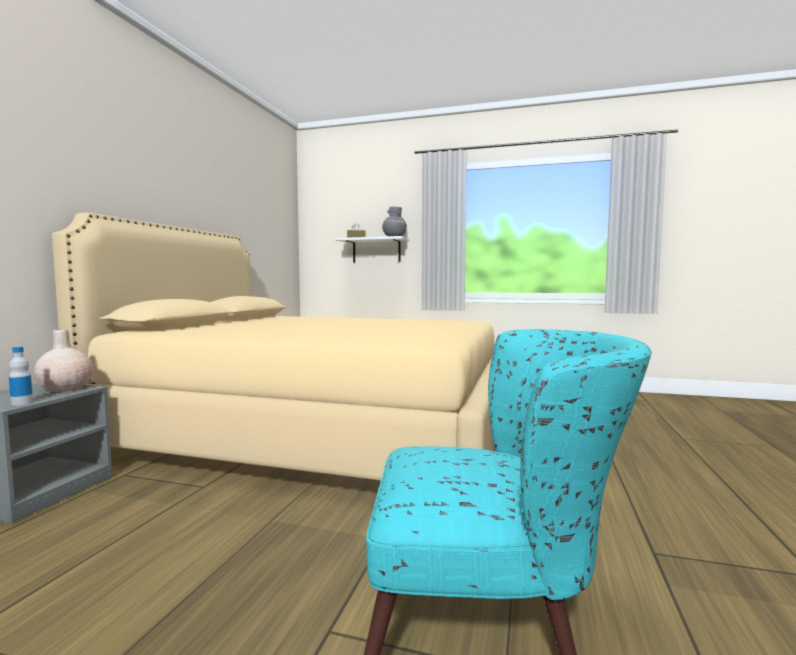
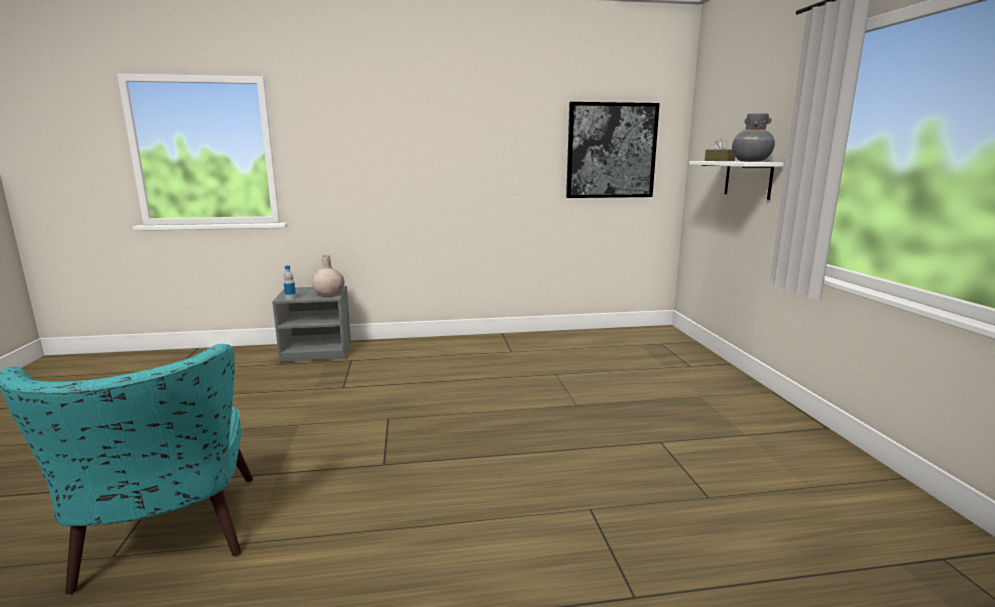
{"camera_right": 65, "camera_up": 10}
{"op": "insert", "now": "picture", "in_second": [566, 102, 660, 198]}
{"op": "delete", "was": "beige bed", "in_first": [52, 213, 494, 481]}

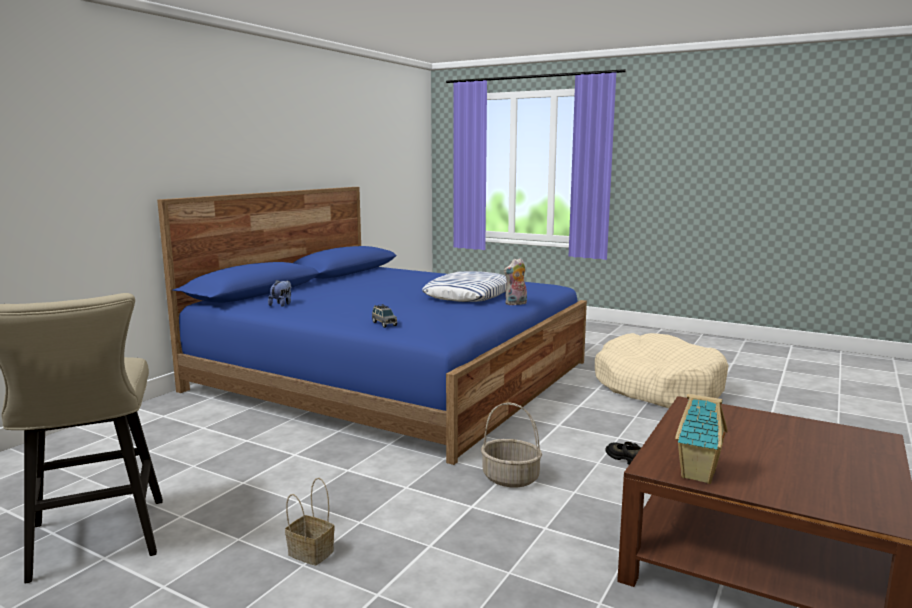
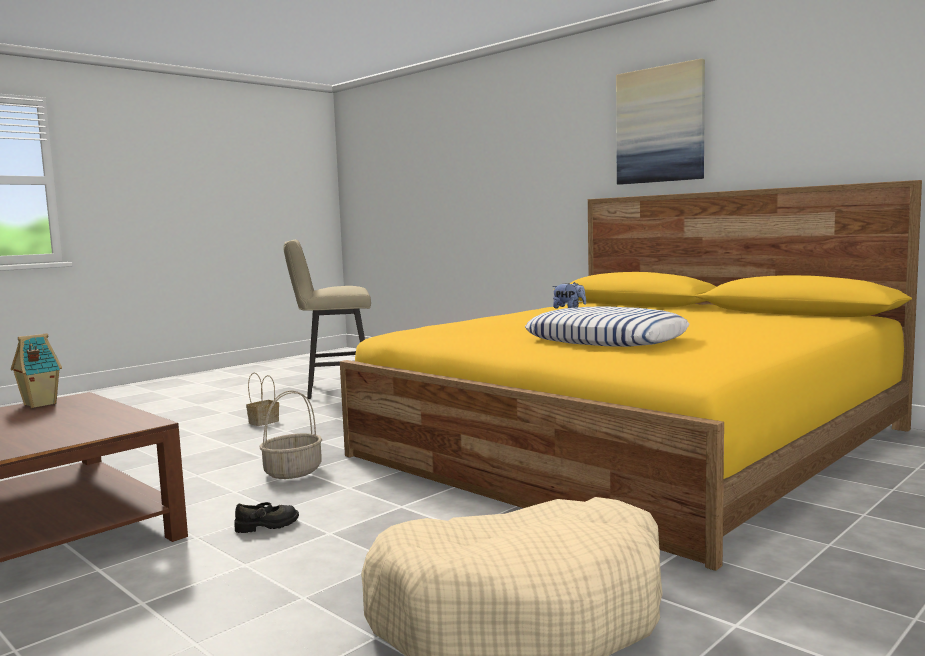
{"camera_right": 105, "camera_up": -5}
{"op": "recolor", "was": "blue bed", "now": "yellow bed", "in_first": [157, 187, 587, 465], "in_second": [340, 180, 922, 571]}
{"op": "insert", "now": "picture", "in_second": [616, 58, 705, 185]}
{"op": "delete", "was": "grey toy car", "in_first": [372, 304, 397, 328]}
{"op": "delete", "was": "plush toy", "in_first": [504, 258, 527, 305]}

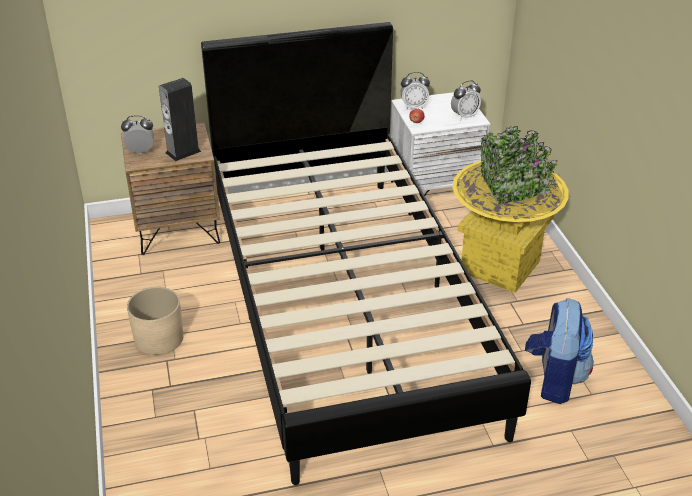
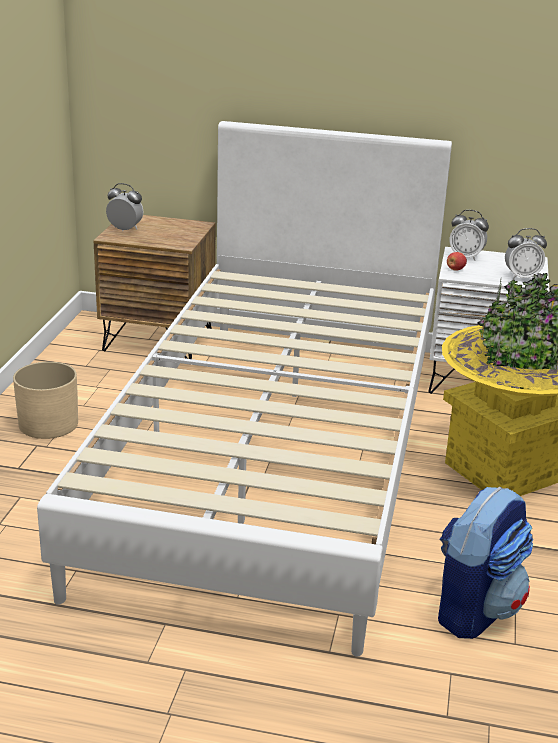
{"camera_right": 25, "camera_up": -10}
{"op": "recolor", "was": "black bed", "now": "white bed", "in_first": [201, 22, 531, 485], "in_second": [37, 121, 452, 657]}
{"op": "delete", "was": "speaker", "in_first": [159, 78, 201, 161]}

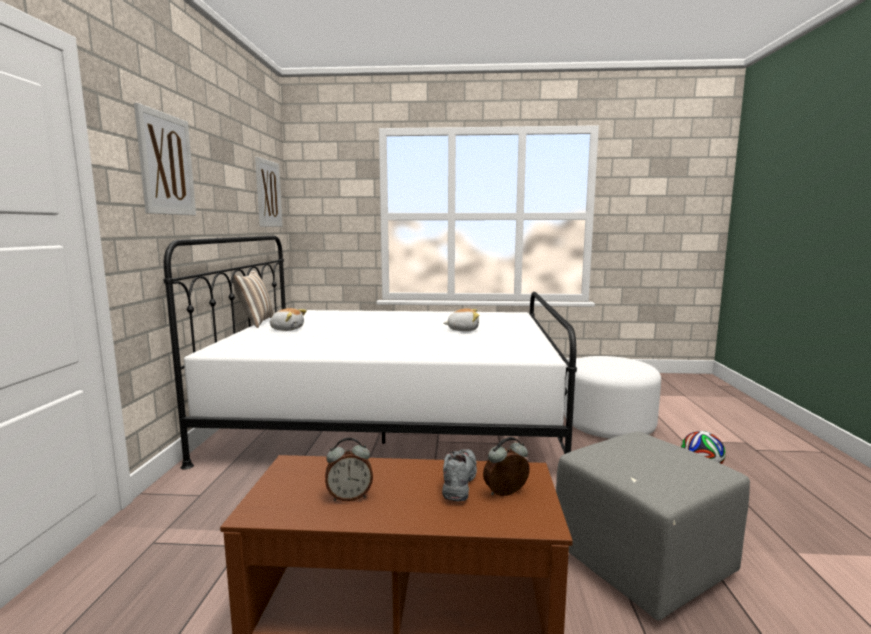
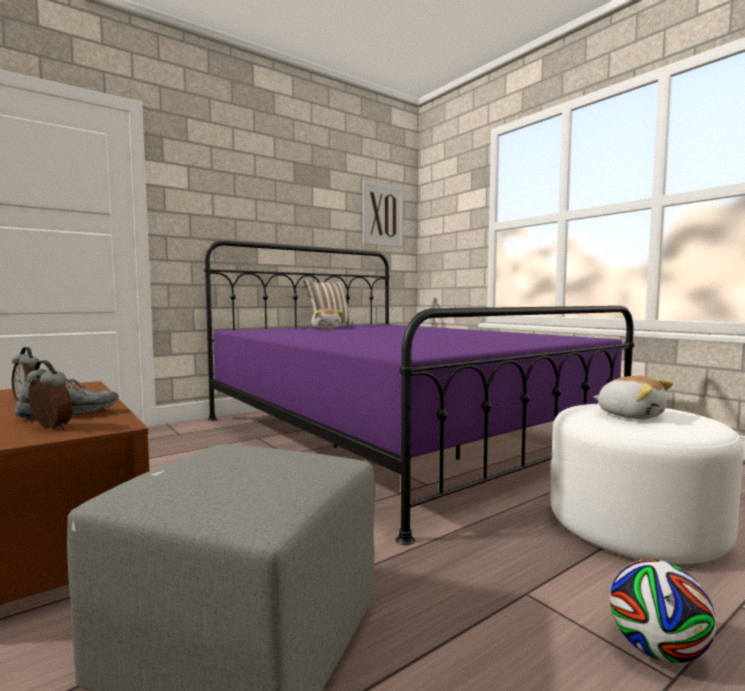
{"camera_right": 50, "camera_up": -5}
{"op": "recolor", "was": "white bed", "now": "purple bed", "in_first": [163, 236, 577, 469], "in_second": [204, 241, 634, 545]}
{"op": "move", "was": "plush toy", "in_first": [443, 308, 479, 331], "in_second": [593, 376, 673, 419]}
{"op": "delete", "was": "picture", "in_first": [134, 103, 196, 215]}

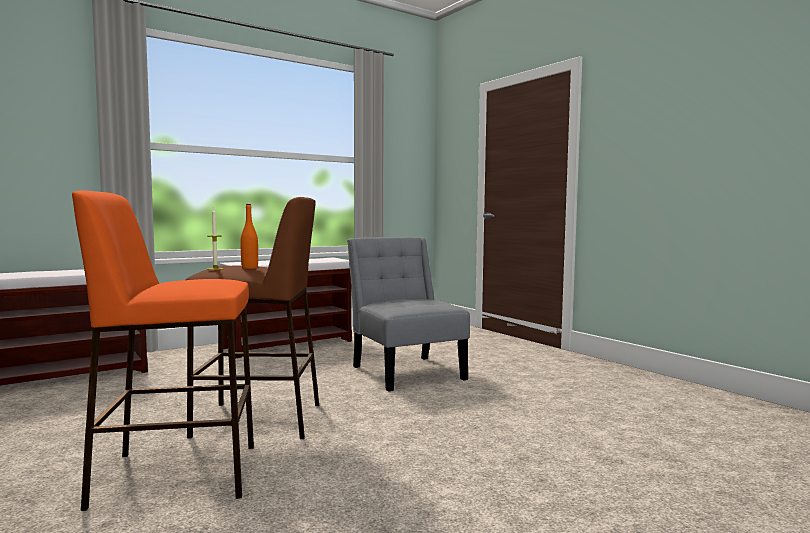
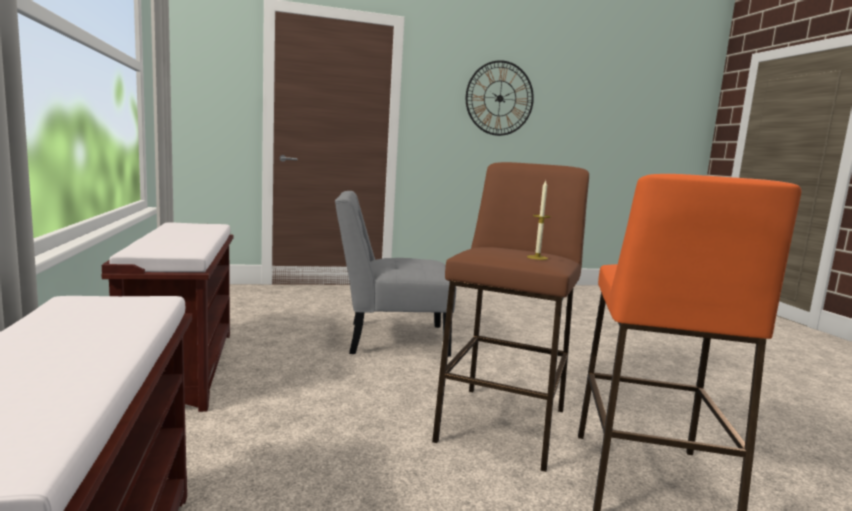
{"camera_right": -70, "camera_up": 5}
{"op": "insert", "now": "wall clock", "in_second": [466, 60, 534, 136]}
{"op": "delete", "was": "orange bottle", "in_first": [241, 204, 258, 269]}

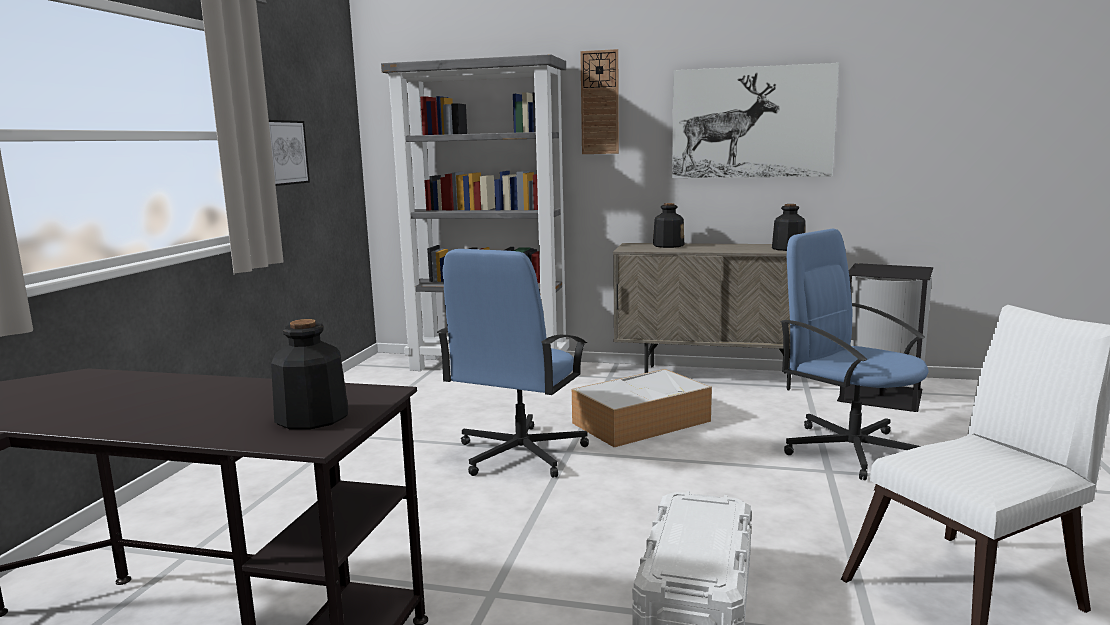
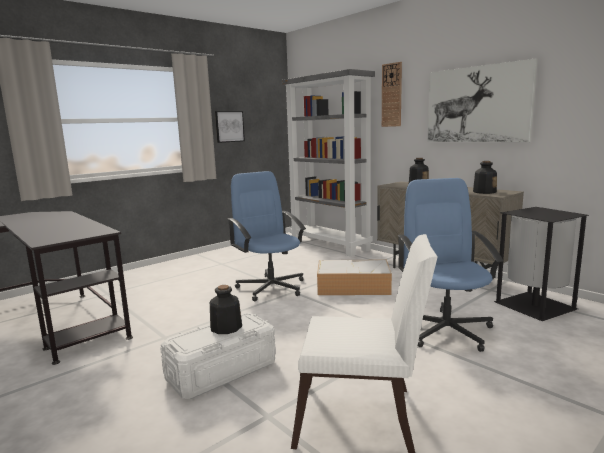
{"camera_right": 35, "camera_up": 0}
{"op": "move", "was": "bottle", "in_first": [271, 319, 348, 429], "in_second": [210, 285, 242, 334]}
{"op": "rotate", "was": "blue office chair", "in_first": [437, 249, 589, 478], "in_second": [228, 171, 306, 301], "clockwise": 90}

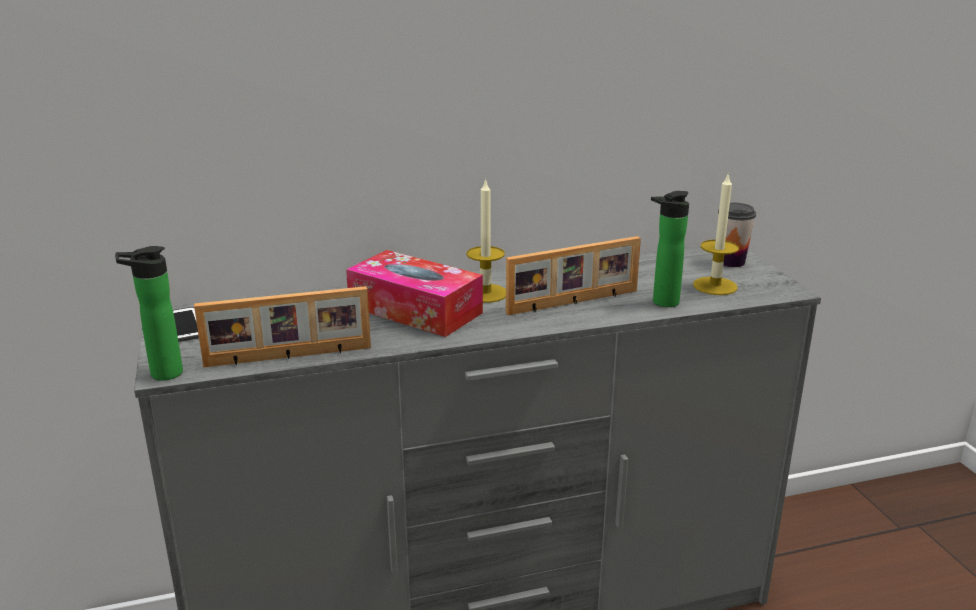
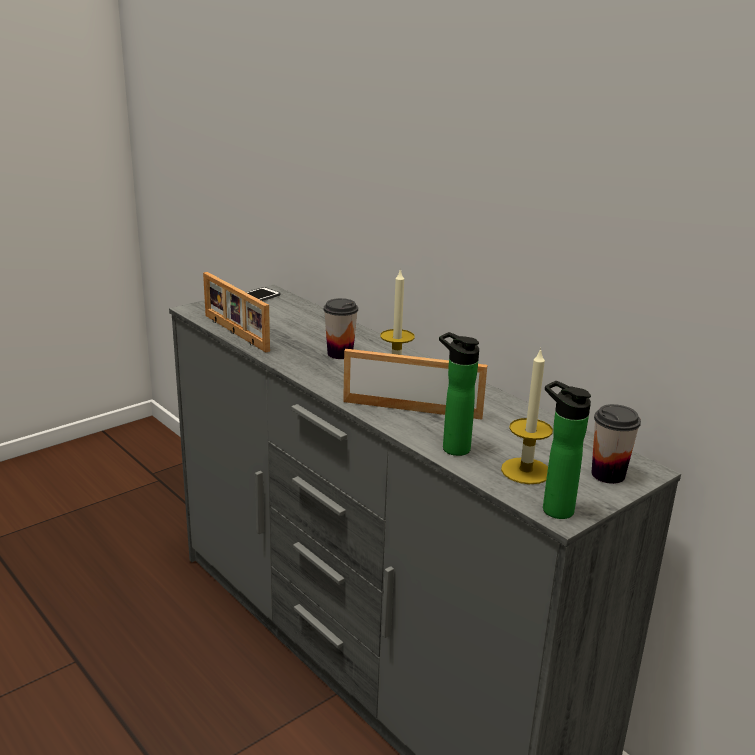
{"camera_right": 65, "camera_up": 0}
{"op": "replace", "was": "tissue box", "now": "cup", "in_first": [346, 250, 483, 337], "in_second": [323, 298, 358, 359]}
{"op": "rotate", "was": "picture frame", "in_first": [506, 236, 641, 315], "in_second": [343, 349, 487, 420], "clockwise": 150}
{"op": "move", "was": "bottle", "in_first": [115, 246, 183, 381], "in_second": [543, 381, 591, 519]}

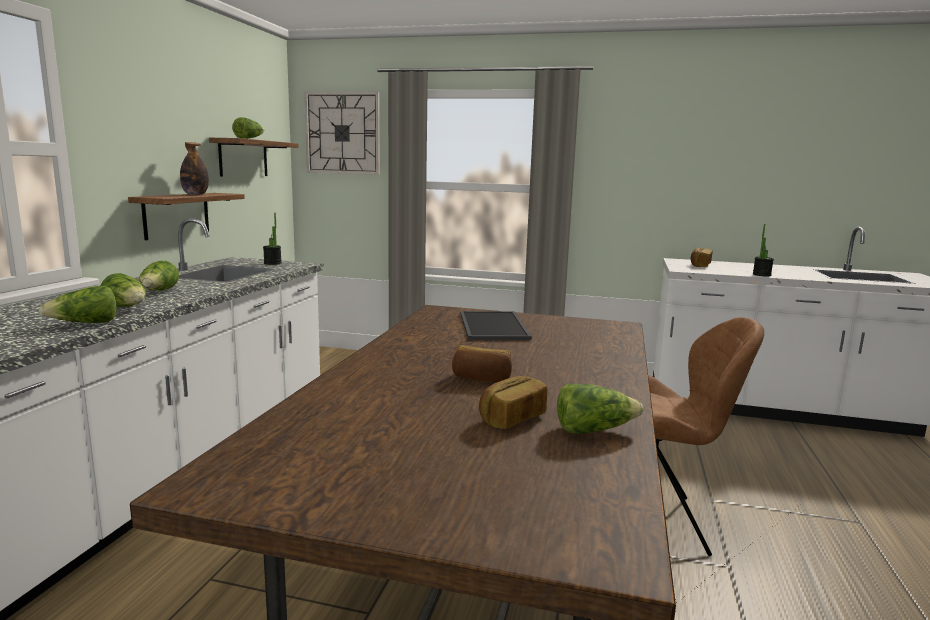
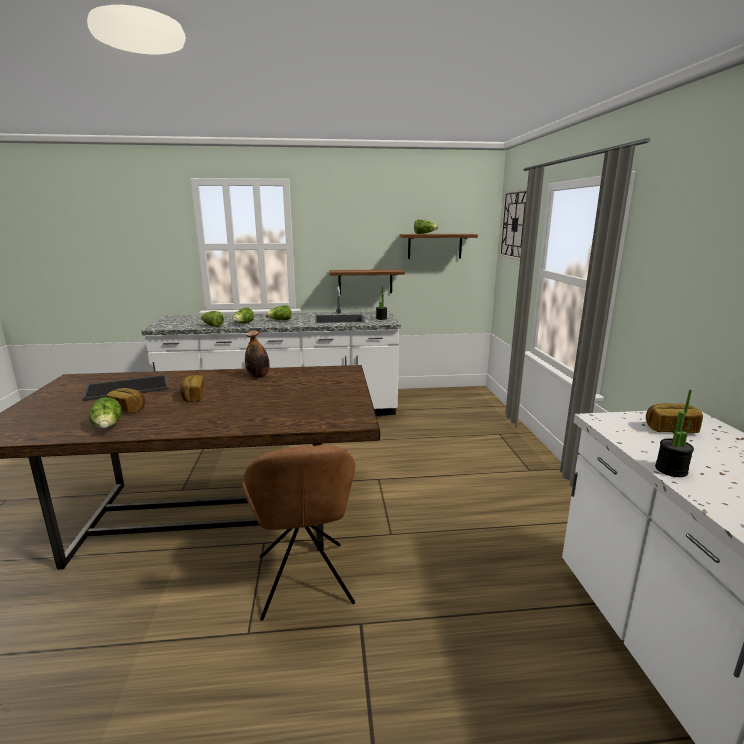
{"camera_right": 70, "camera_up": 5}
{"op": "move", "was": "tray", "in_first": [460, 311, 532, 340], "in_second": [82, 375, 169, 401]}
{"op": "move", "was": "bottle", "in_first": [180, 142, 209, 195], "in_second": [245, 331, 270, 378]}

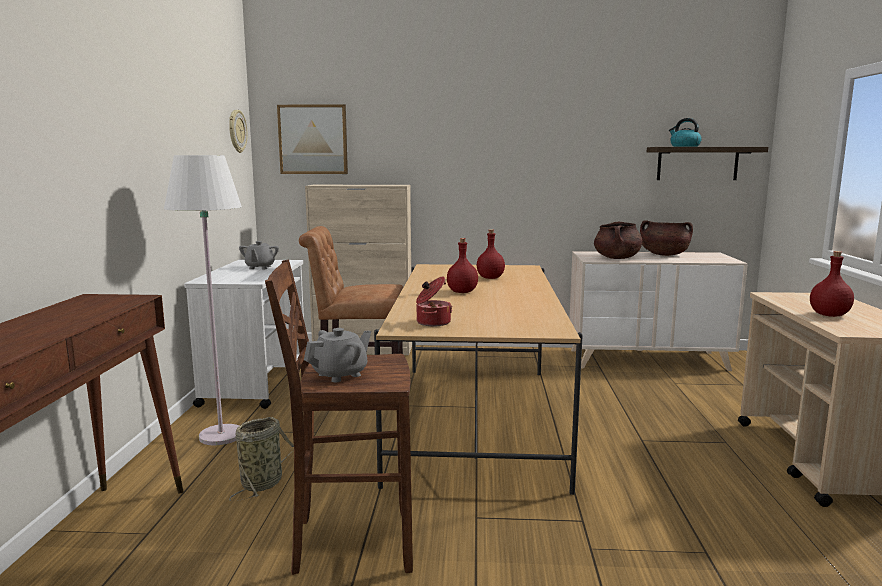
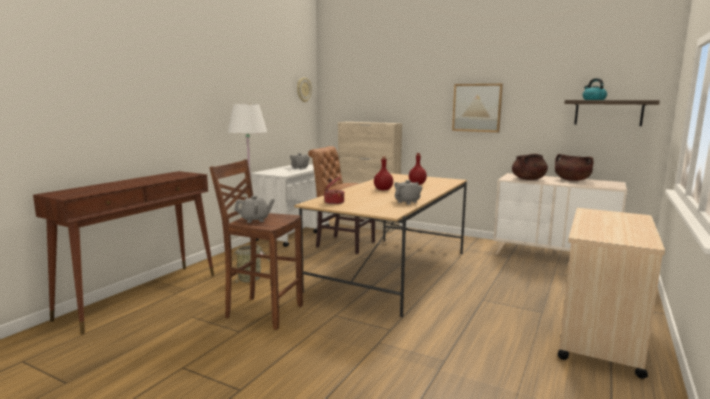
{"camera_right": 25, "camera_up": 0}
{"op": "insert", "now": "grey teapot", "in_second": [394, 180, 422, 205]}
{"op": "move", "was": "picture", "in_first": [277, 104, 348, 174], "in_second": [452, 84, 503, 132]}
{"op": "delete", "was": "red bottle", "in_first": [810, 251, 854, 317]}

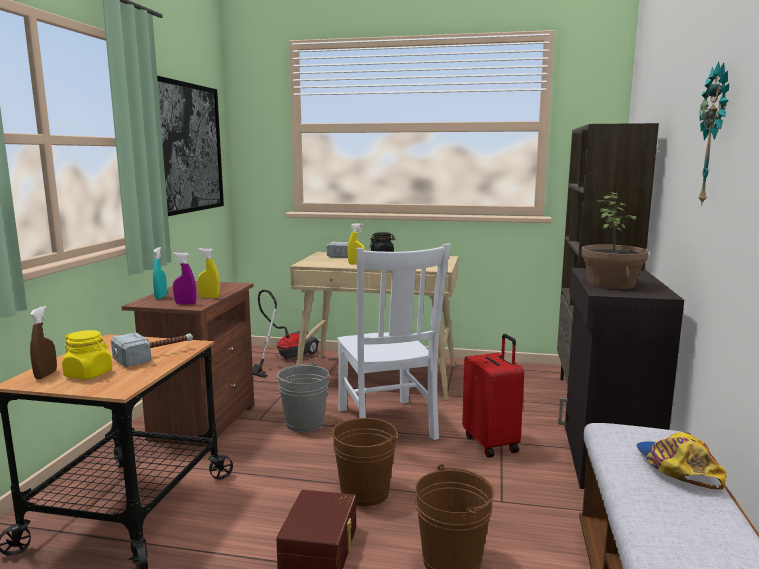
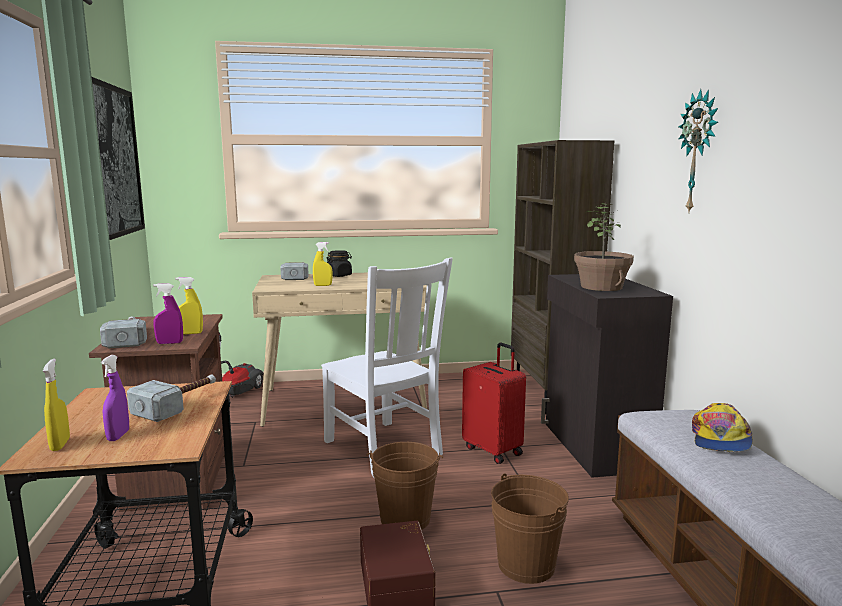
{"camera_right": -20, "camera_up": 0}
{"op": "recolor", "was": "brown spray bottle", "now": "yellow spray bottle", "in_first": [30, 306, 57, 379], "in_second": [43, 359, 70, 451]}
{"op": "replace", "was": "turquoise spray bottle", "now": "hammer", "in_first": [153, 247, 167, 299], "in_second": [100, 316, 147, 348]}
{"op": "replace", "was": "yellow jar", "now": "purple spray bottle", "in_first": [62, 330, 112, 379], "in_second": [101, 355, 129, 441]}
{"op": "rotate", "was": "cap", "in_first": [636, 432, 727, 490], "in_second": [692, 403, 753, 451], "clockwise": -135}
{"op": "delete", "was": "grey bucket", "in_first": [277, 362, 329, 432]}

